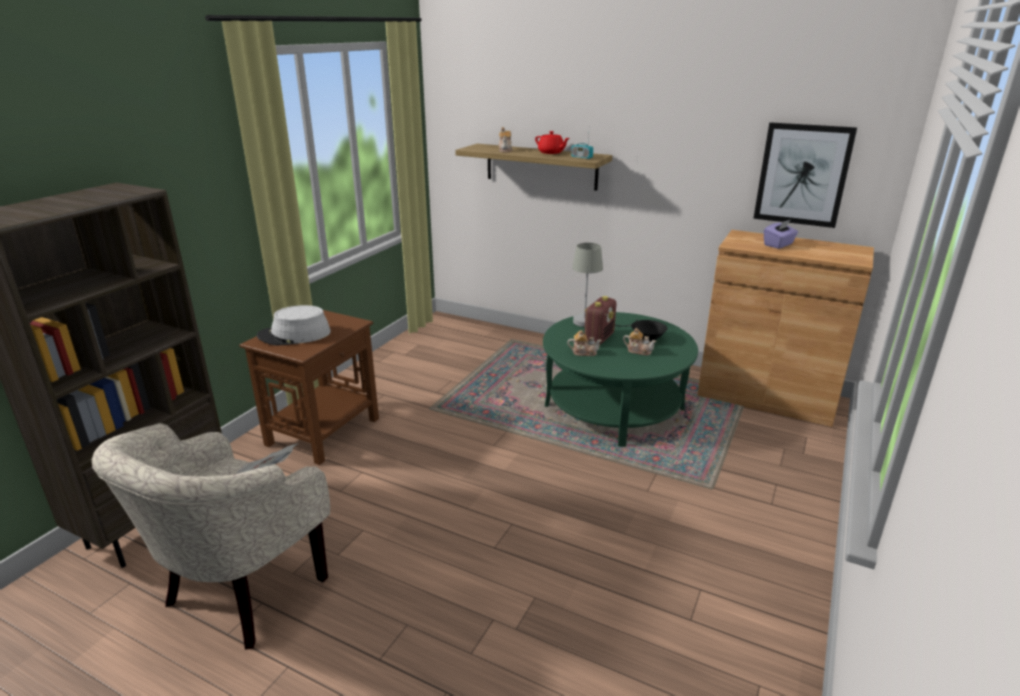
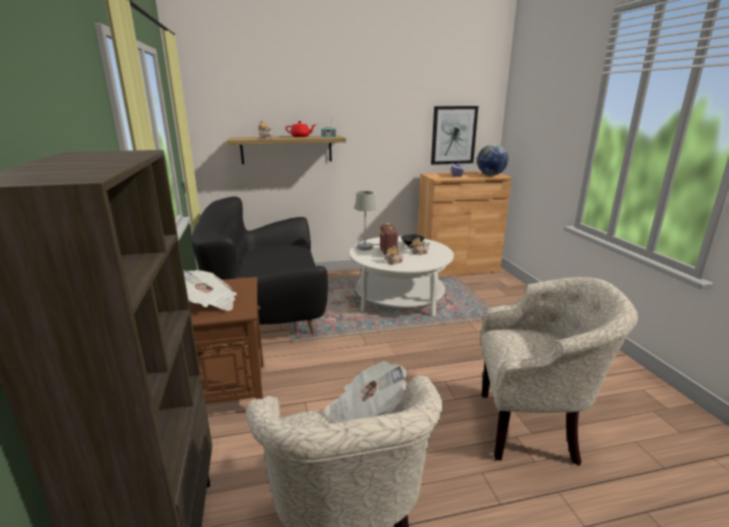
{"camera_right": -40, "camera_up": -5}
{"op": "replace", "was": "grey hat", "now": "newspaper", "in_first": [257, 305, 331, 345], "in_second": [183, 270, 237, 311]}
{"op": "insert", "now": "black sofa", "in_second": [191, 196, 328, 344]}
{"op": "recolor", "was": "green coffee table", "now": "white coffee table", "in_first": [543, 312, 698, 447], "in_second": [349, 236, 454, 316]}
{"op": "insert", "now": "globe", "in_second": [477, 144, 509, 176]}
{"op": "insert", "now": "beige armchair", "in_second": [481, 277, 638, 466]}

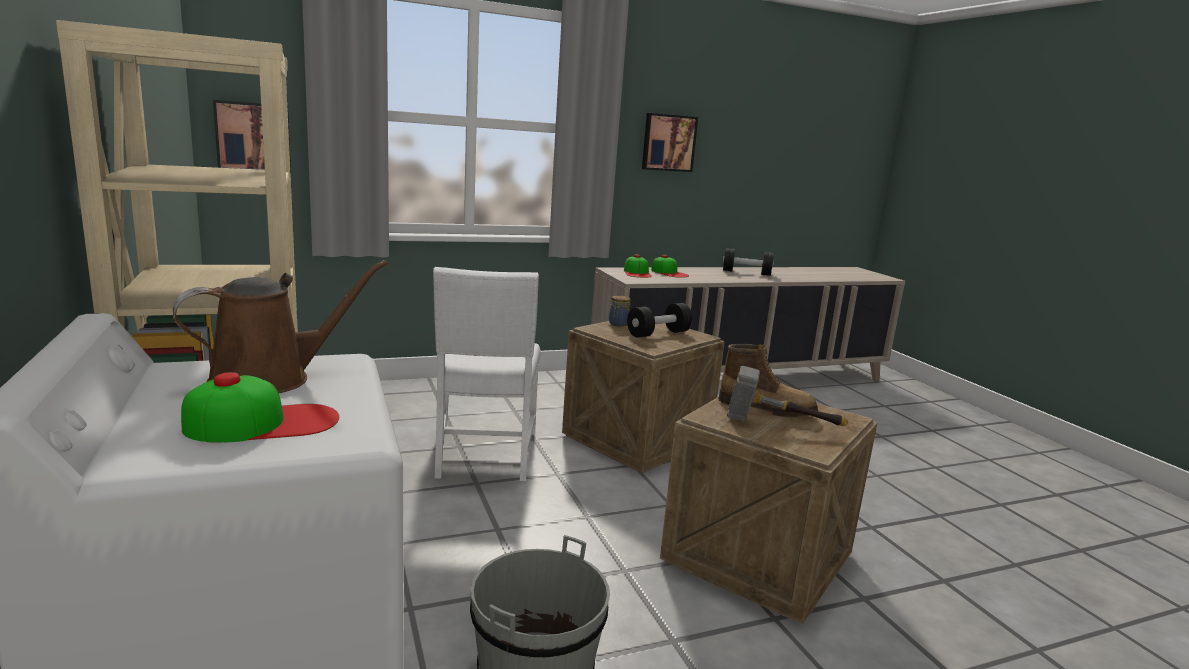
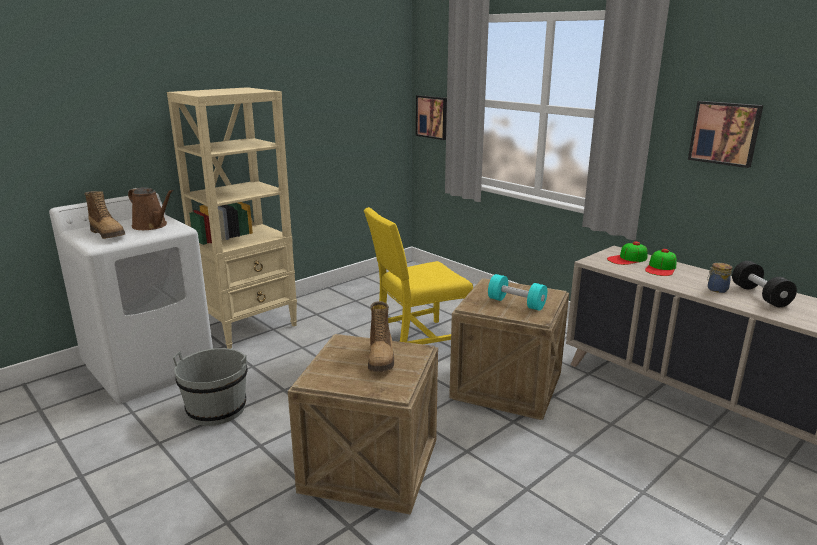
{"camera_right": 70, "camera_up": 5}
{"op": "replace", "was": "cap", "now": "boot", "in_first": [181, 372, 339, 443], "in_second": [85, 191, 125, 239]}
{"op": "recolor", "was": "white chair", "now": "yellow chair", "in_first": [433, 267, 541, 481], "in_second": [364, 207, 473, 344]}
{"op": "recolor", "was": "black dumbbell", "now": "turquoise dumbbell", "in_first": [627, 303, 692, 337], "in_second": [488, 274, 547, 311]}
{"op": "move", "was": "jar", "in_first": [609, 295, 631, 326], "in_second": [707, 263, 732, 293]}
{"op": "delete", "was": "hammer", "in_first": [727, 366, 849, 426]}

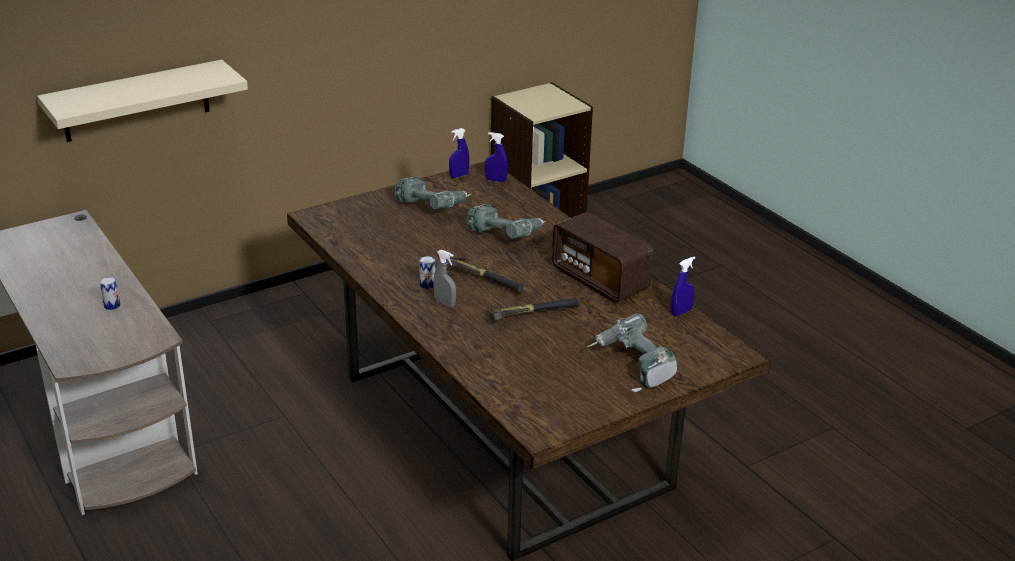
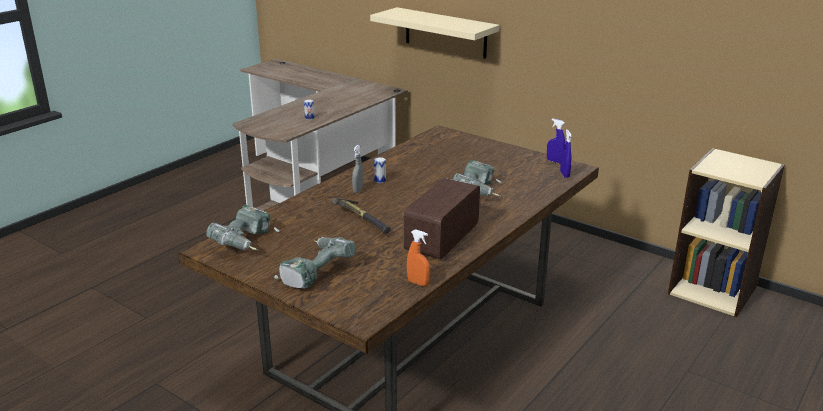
{"camera_right": 70, "camera_up": -5}
{"op": "move", "was": "power drill", "in_first": [395, 177, 472, 209], "in_second": [206, 205, 280, 250]}
{"op": "recolor", "was": "blue spray bottle", "now": "orange spray bottle", "in_first": [671, 257, 695, 316], "in_second": [407, 229, 430, 286]}
{"op": "delete", "was": "hammer", "in_first": [446, 257, 523, 293]}

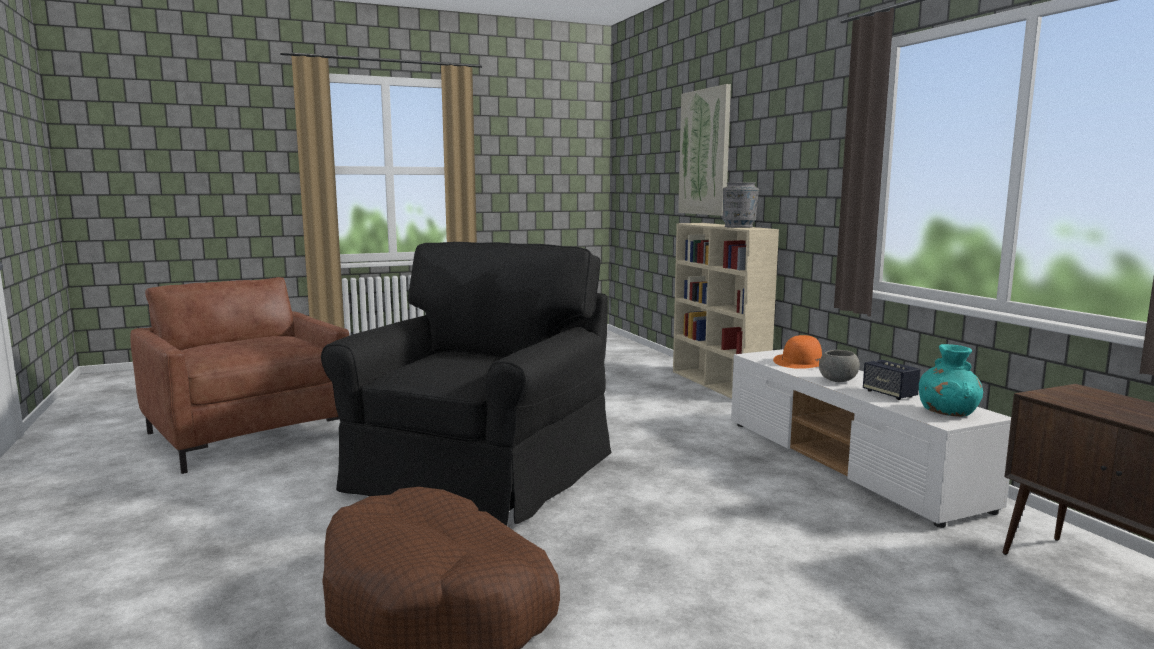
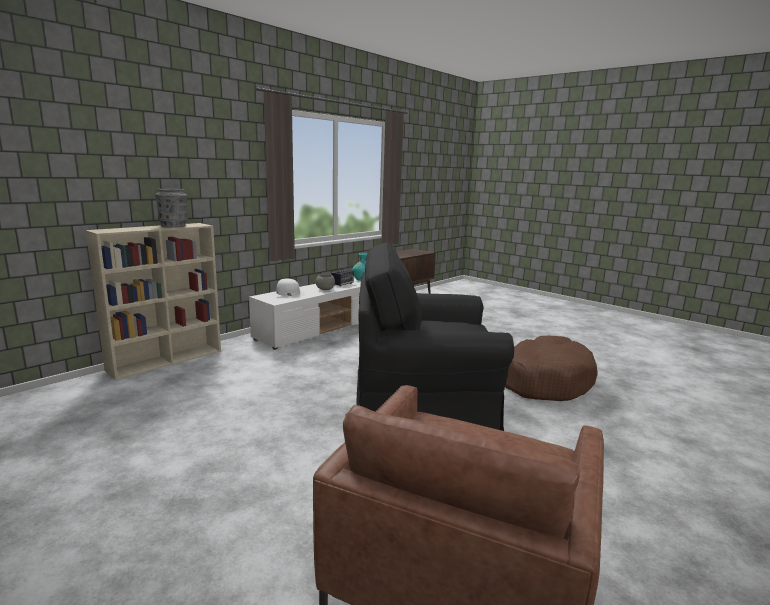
{"camera_right": -115, "camera_up": 5}
{"op": "recolor", "was": "orange hat", "now": "white hat", "in_first": [773, 335, 822, 369], "in_second": [272, 279, 305, 298]}
{"op": "delete", "was": "picture", "in_first": [678, 84, 731, 216]}

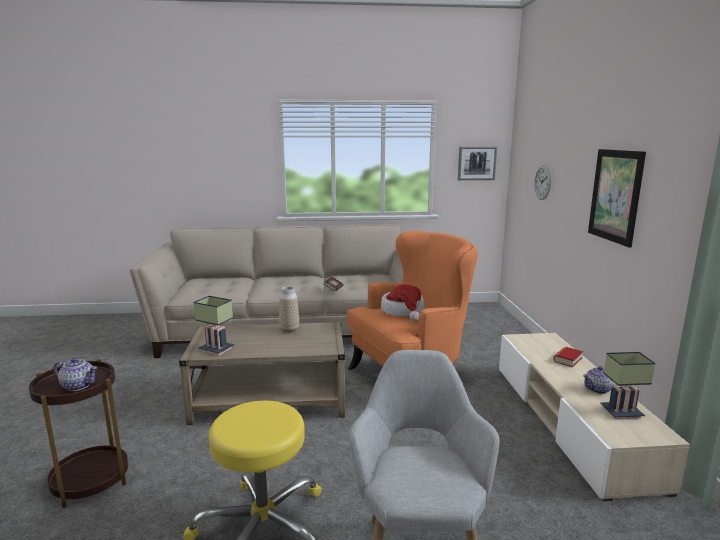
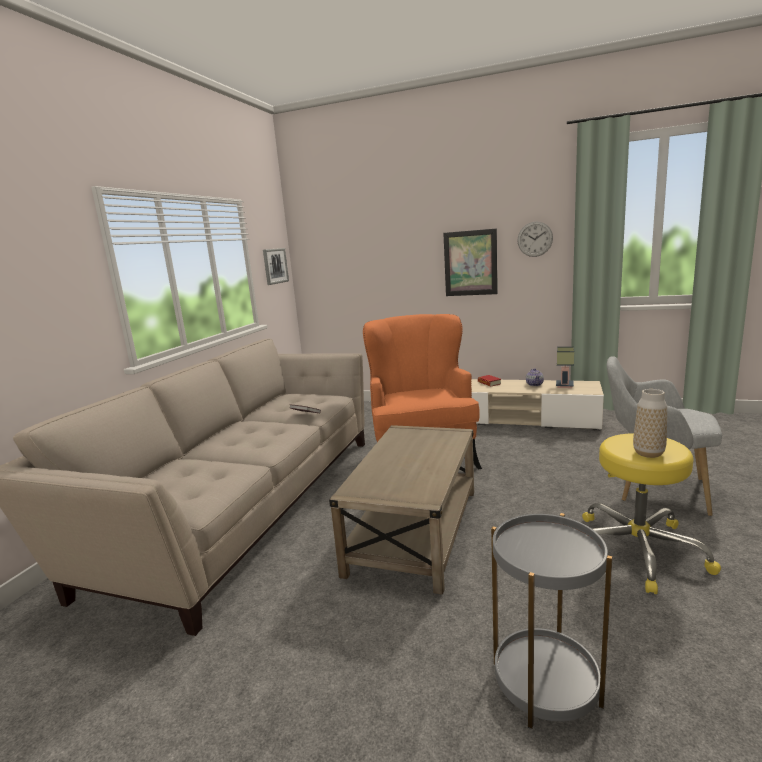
{"camera_right": -65, "camera_up": 0}
{"op": "recolor", "was": "brown side table", "now": "grey side table", "in_first": [29, 359, 128, 508], "in_second": [491, 513, 612, 729]}
{"op": "move", "was": "wall clock", "in_first": [534, 165, 551, 200], "in_second": [517, 222, 553, 257]}
{"op": "move", "was": "vase", "in_first": [279, 286, 299, 333], "in_second": [633, 389, 667, 458]}
{"op": "delete", "was": "teapot", "in_first": [54, 358, 97, 391]}
{"op": "delete", "was": "table lamp", "in_first": [193, 296, 234, 355]}
{"op": "delete", "was": "hat", "in_first": [381, 284, 425, 321]}

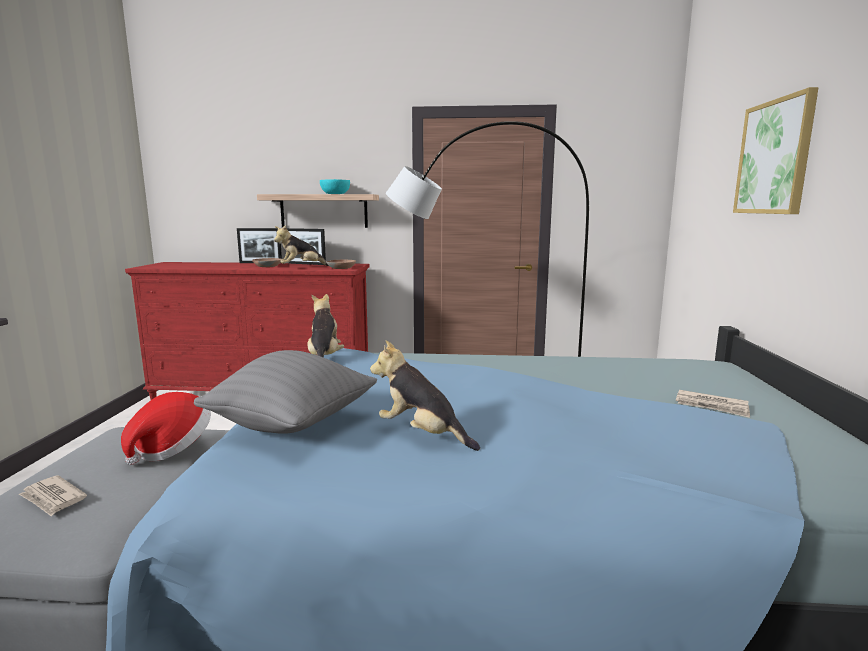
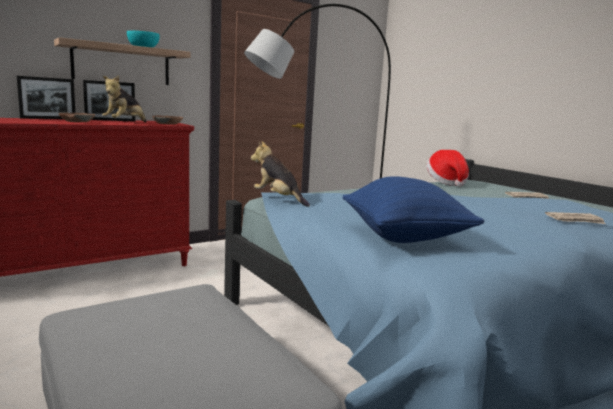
{"camera_right": -40, "camera_up": 0}
{"op": "recolor", "was": "grey pillow", "now": "blue pillow", "in_first": [194, 350, 377, 434], "in_second": [342, 176, 485, 243]}
{"op": "move", "was": "hat", "in_first": [121, 392, 211, 465], "in_second": [426, 150, 469, 187]}
{"op": "move", "was": "newspaper", "in_first": [19, 475, 87, 516], "in_second": [545, 212, 605, 224]}
{"op": "delete", "was": "plush toy", "in_first": [370, 340, 480, 451]}
{"op": "delete", "was": "picture", "in_first": [733, 87, 819, 214]}

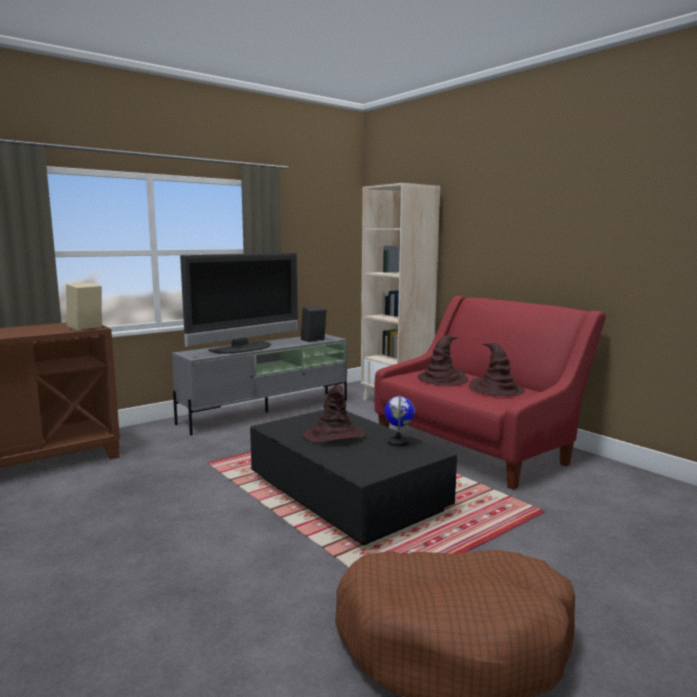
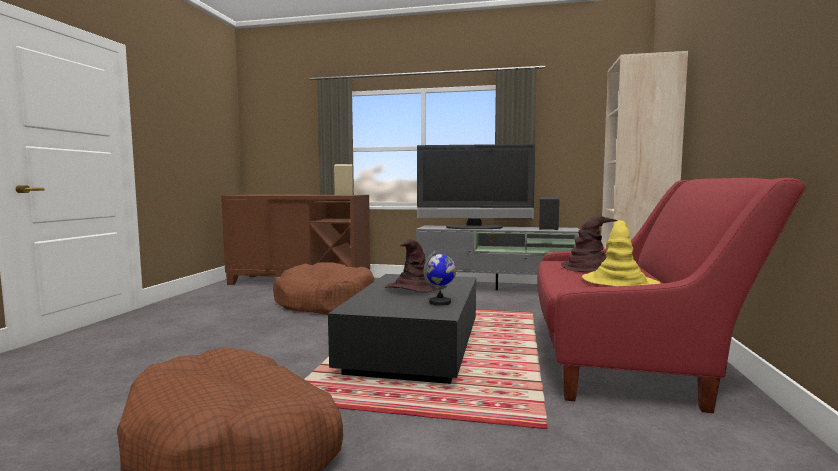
{"camera_right": 50, "camera_up": -5}
{"op": "insert", "now": "brown dog bed", "in_second": [273, 262, 374, 315]}
{"op": "recolor", "was": "brown hat", "now": "yellow hat", "in_first": [469, 342, 525, 396], "in_second": [582, 220, 660, 286]}

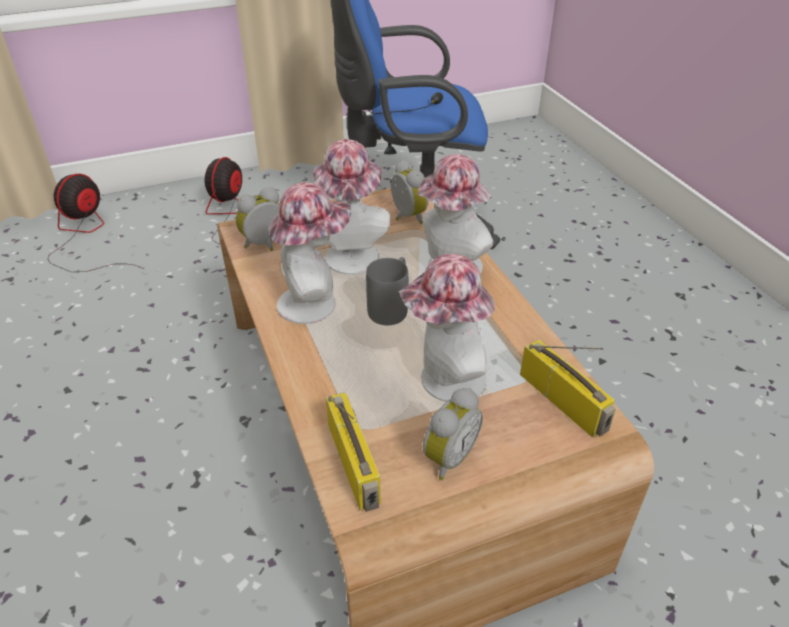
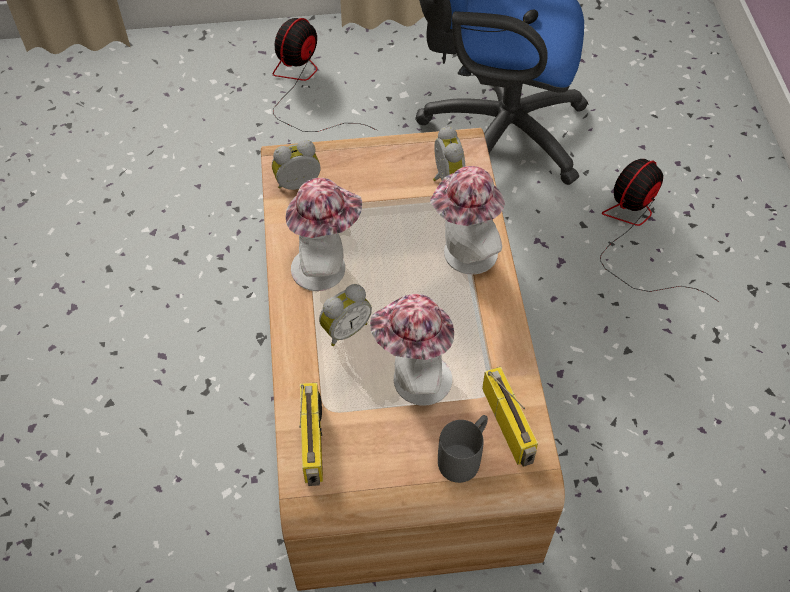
{"camera_right": 15, "camera_up": 15}
{"op": "move", "was": "alarm clock", "in_first": [423, 388, 483, 480], "in_second": [319, 284, 372, 346]}
{"op": "move", "was": "grey mug", "in_first": [366, 257, 408, 325], "in_second": [438, 415, 488, 483]}
{"op": "move", "was": "fan", "in_first": [48, 174, 144, 272], "in_second": [600, 159, 718, 301]}
{"op": "delete", "was": "hat", "in_first": [313, 139, 390, 275]}

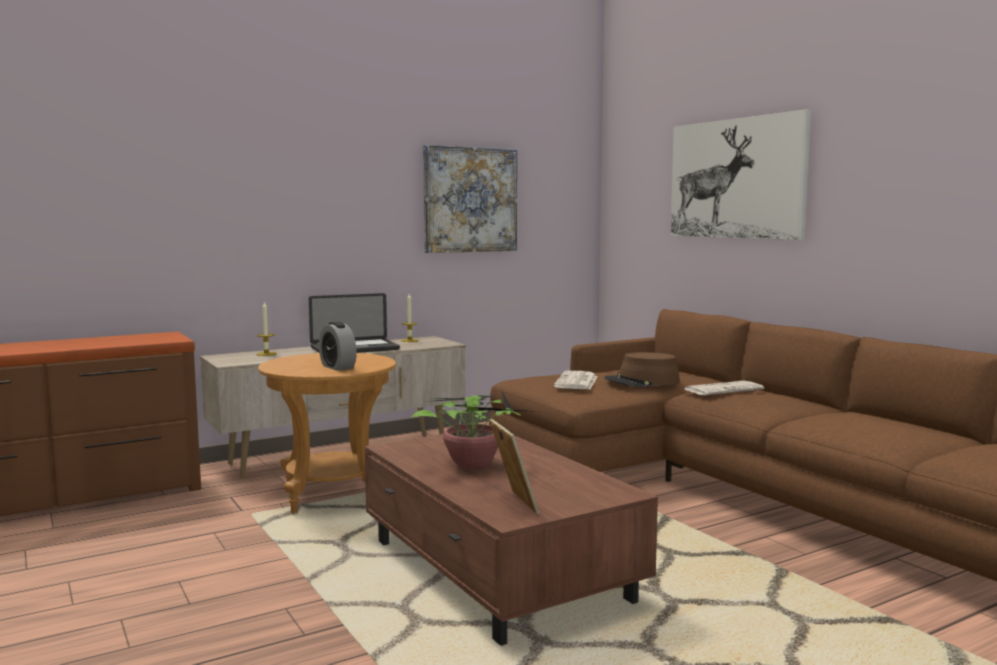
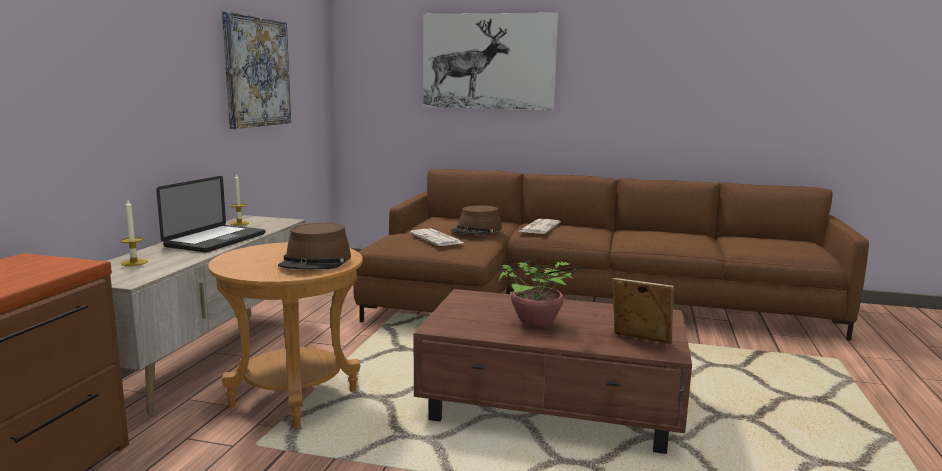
{"camera_right": -45, "camera_up": 5}
{"op": "replace", "was": "alarm clock", "now": "brown hat", "in_first": [319, 322, 357, 371], "in_second": [278, 223, 351, 269]}

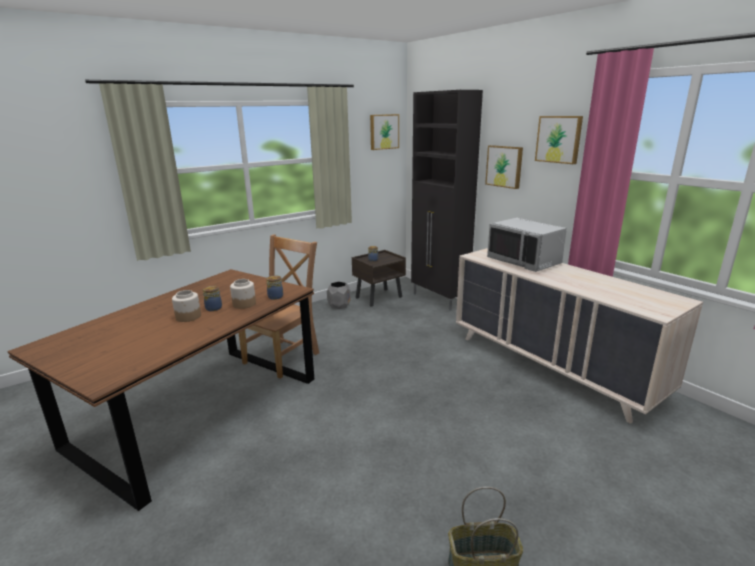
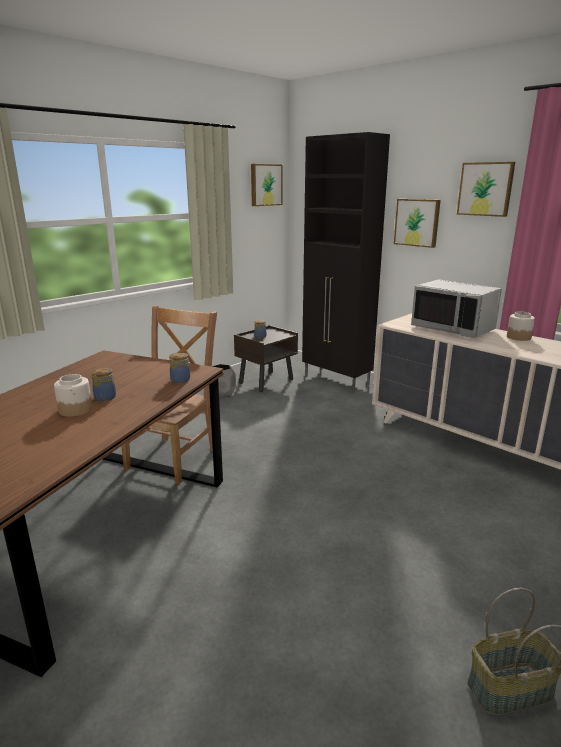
{"camera_right": -10, "camera_up": 0}
{"op": "move", "was": "jar", "in_first": [230, 279, 256, 309], "in_second": [507, 312, 535, 341]}

